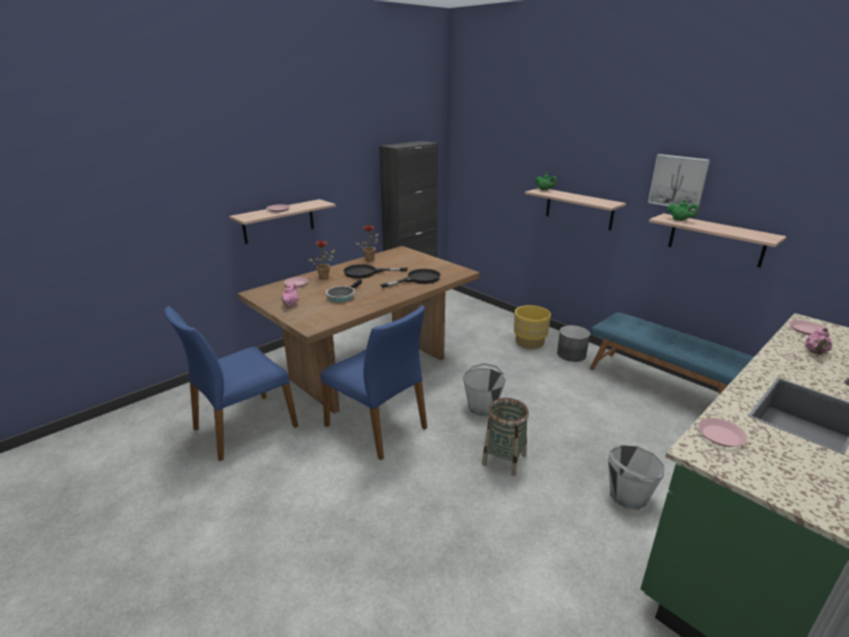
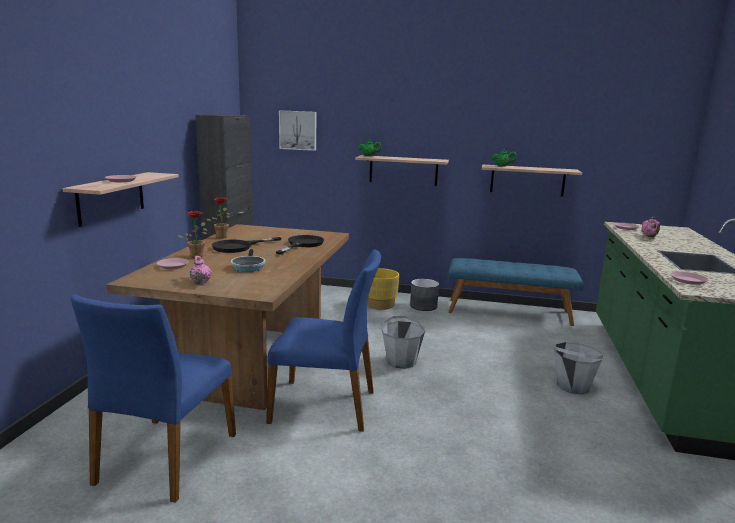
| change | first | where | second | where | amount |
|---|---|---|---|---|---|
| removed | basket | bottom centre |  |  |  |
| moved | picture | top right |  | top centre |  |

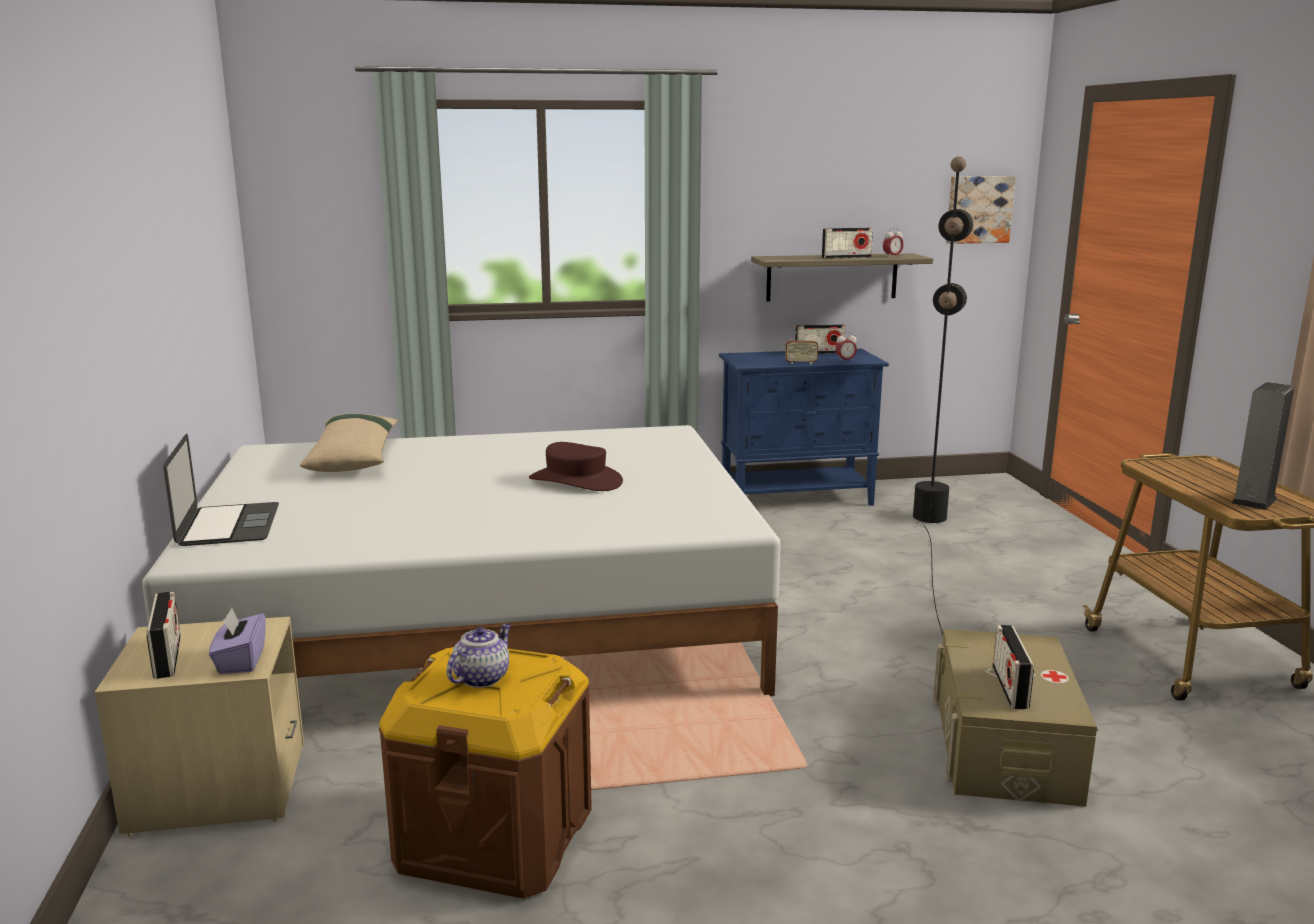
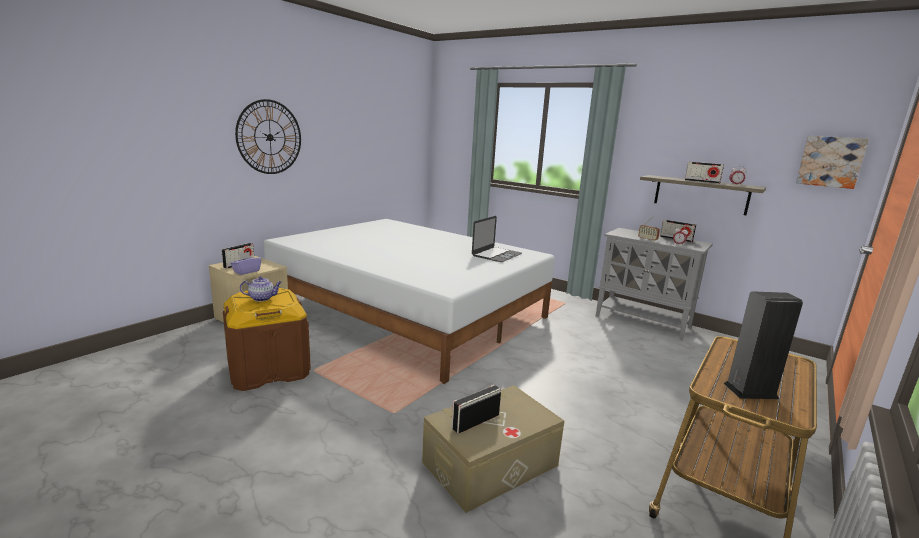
| change | first | where | second | where | amount |
|---|---|---|---|---|---|
| moved | laptop | middle left |  | centre |  |
| removed | pillow (beige) | middle left |  |  |  |
| removed | hat (brown) | centre |  |  |  |
| recoloured | cabinet (blue) | centre | cabinet (grey) | middle right |  |
| removed | floor lamp (black) | middle right |  |  |  |
| added |  |  | wall clock | top left |  |

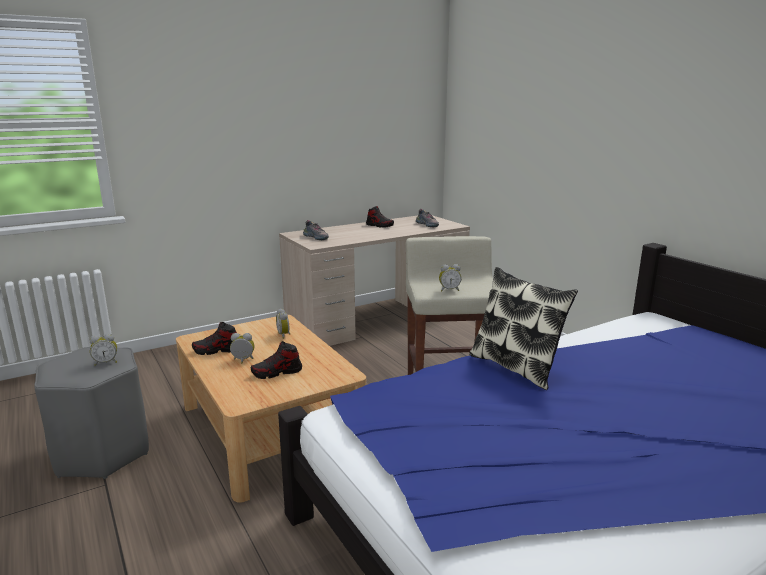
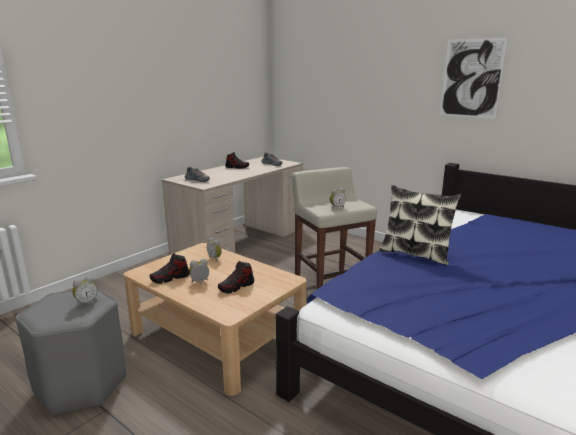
| change | first | where | second | where | amount |
|---|---|---|---|---|---|
| added |  |  | picture | top right |  |

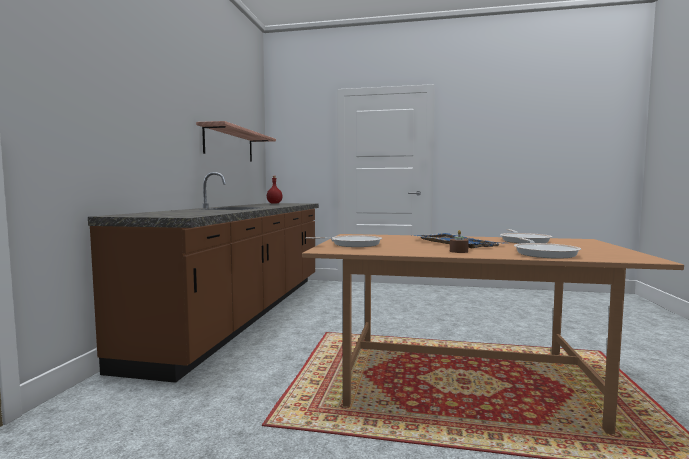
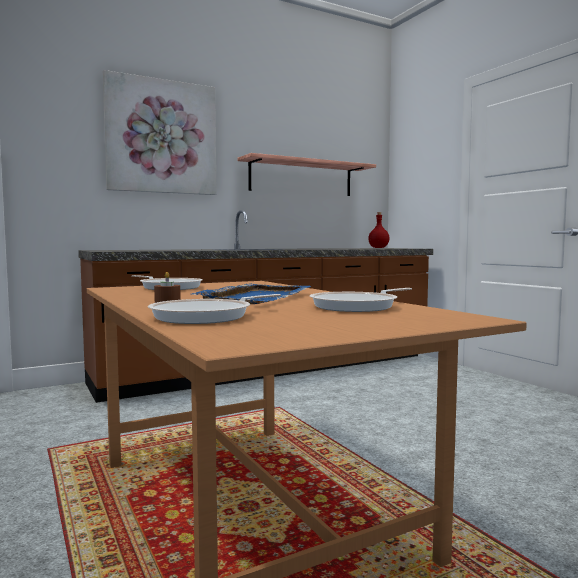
| change | first | where | second | where | amount |
|---|---|---|---|---|---|
| added |  |  | picture | top left |  |

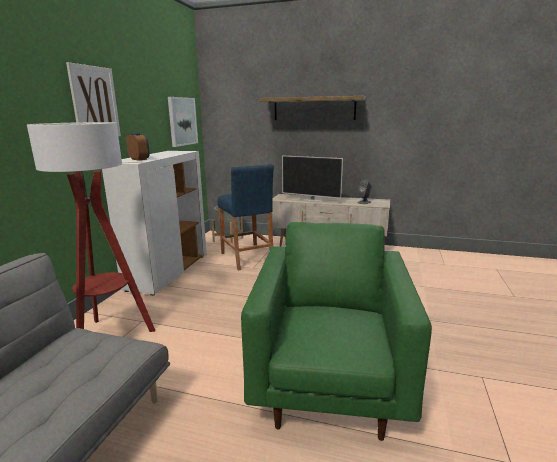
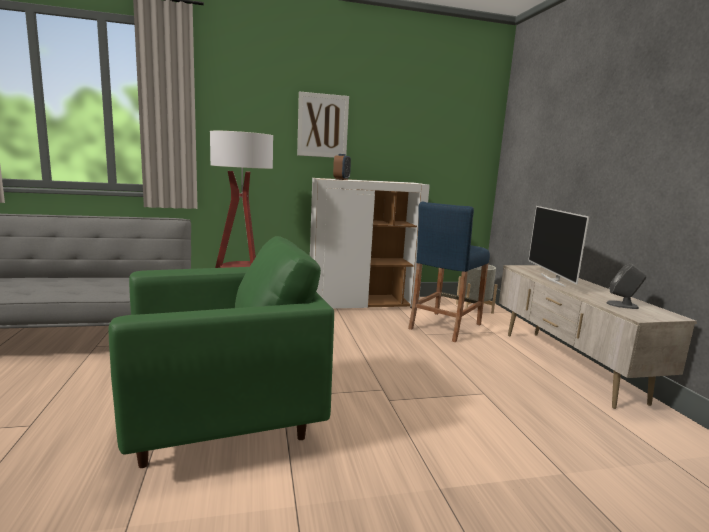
| change | first | where | second | where | amount |
|---|---|---|---|---|---|
| removed | picture (2nd from left) | top left |  |  |  |
| removed | shelf | top centre |  |  |  |

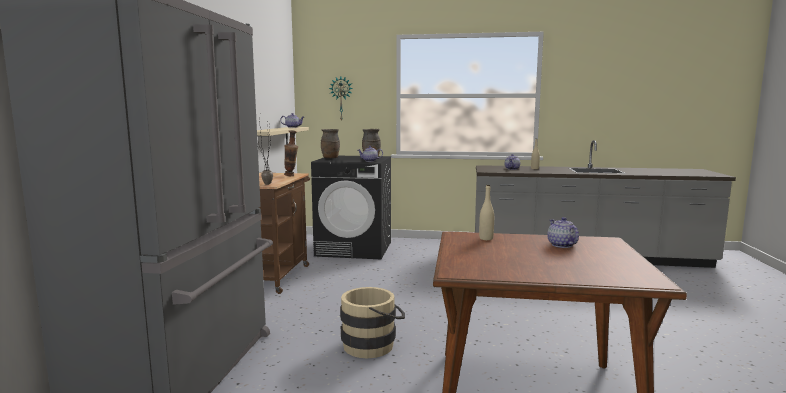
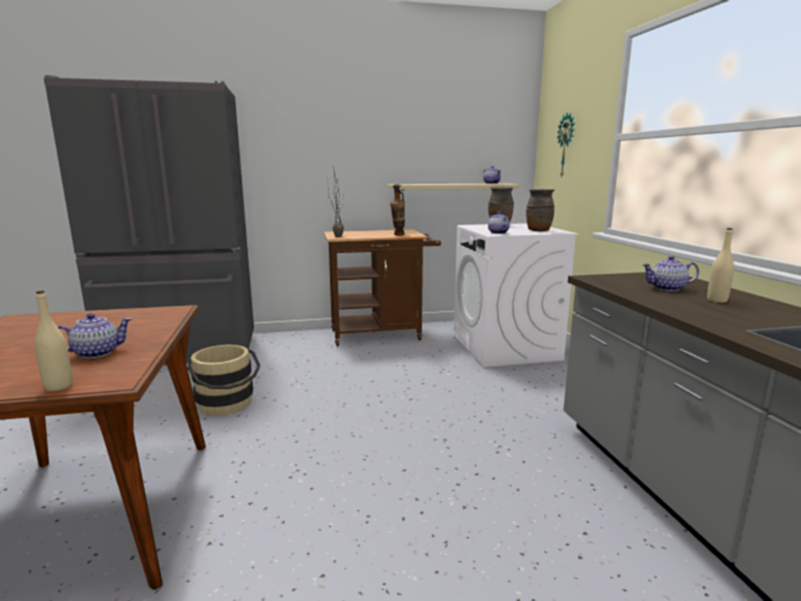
| change | first | where | second | where | amount |
|---|---|---|---|---|---|
| recoloured | washing machine (black) | centre | washing machine (white) | centre |  |
| moved | bottle (beige) (1st from left) | centre |  | middle left |  |

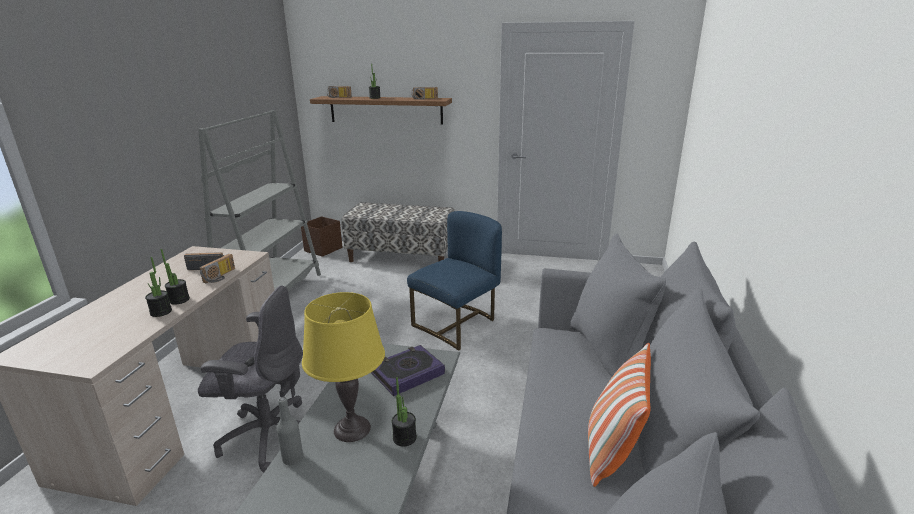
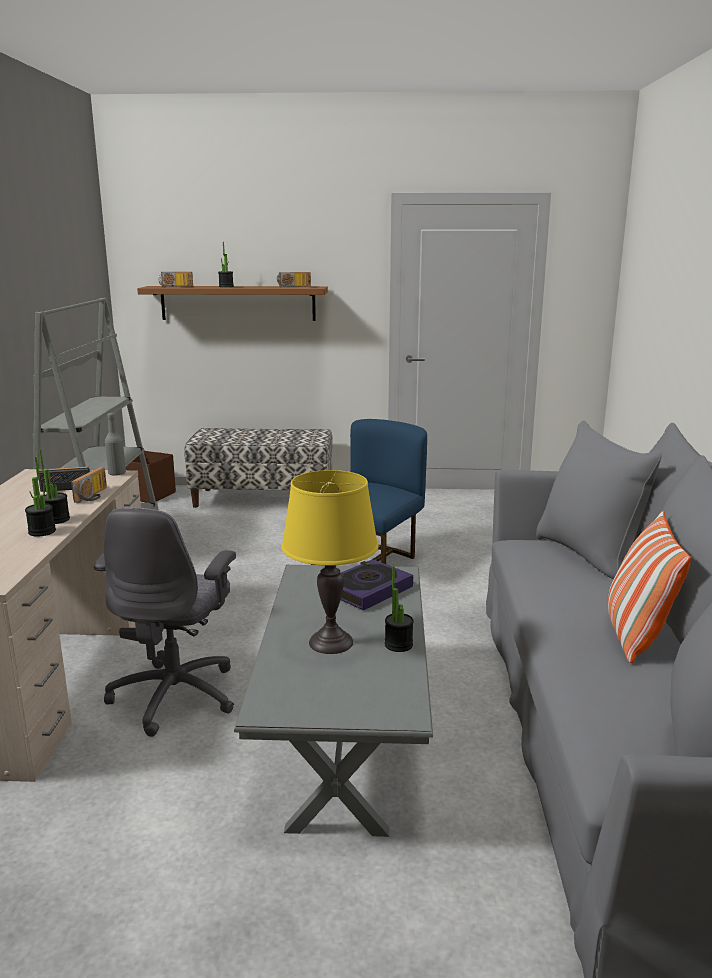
| change | first | where | second | where | amount |
|---|---|---|---|---|---|
| turned | office chair (grey) | bottom left |  | middle left | 105 degrees clockwise |
| moved | bottle (grey) | bottom left |  | middle left |  |

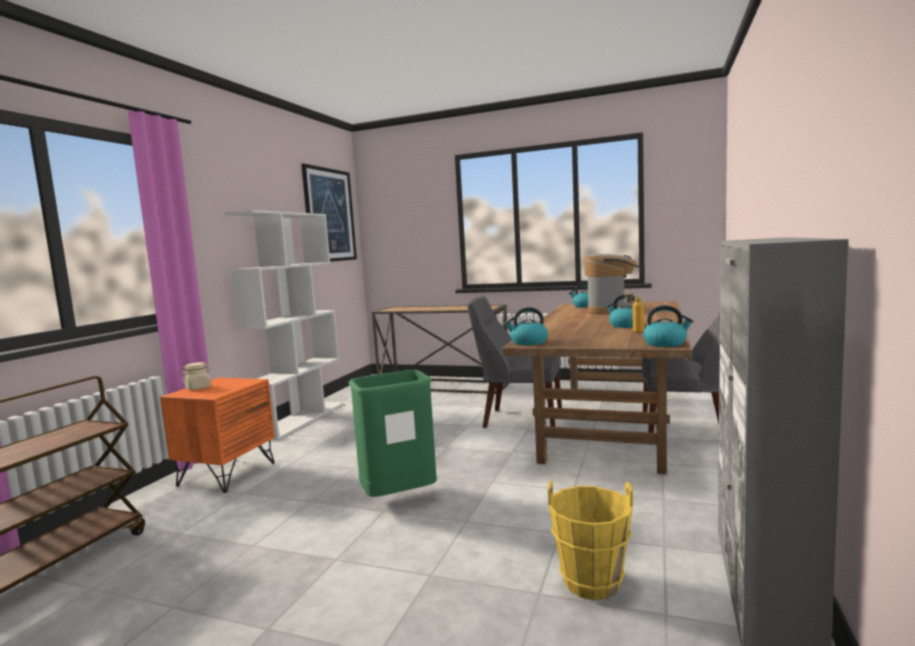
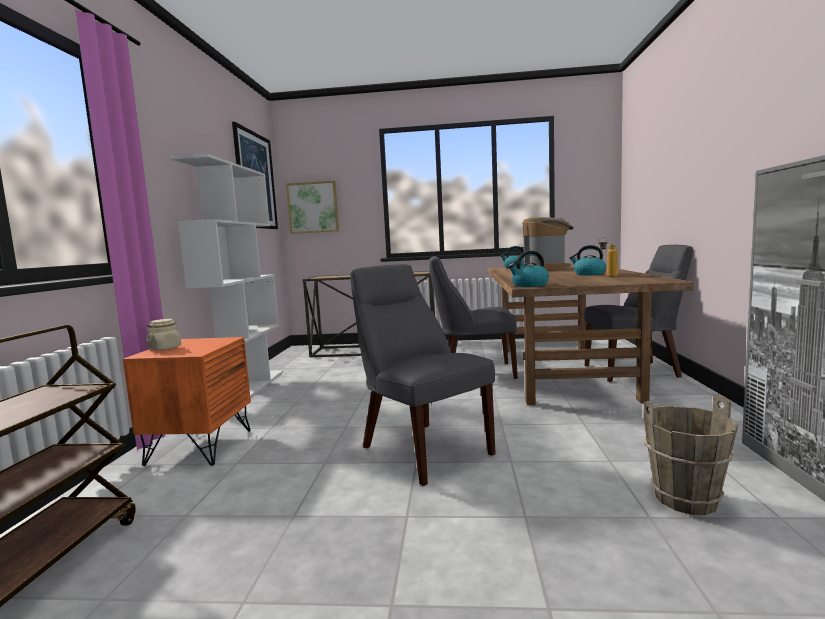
| change | first | where | second | where | amount |
|---|---|---|---|---|---|
| replaced | trash can (green) | bottom centre | chair (grey) (1st from left) | centre |  |
| recoloured | bucket (yellow) | bottom centre | bucket (brown) | bottom right |  |
| removed | kettle (4th from left) | middle right |  |  |  |
| added |  |  | picture (2nd from left) | centre |  |

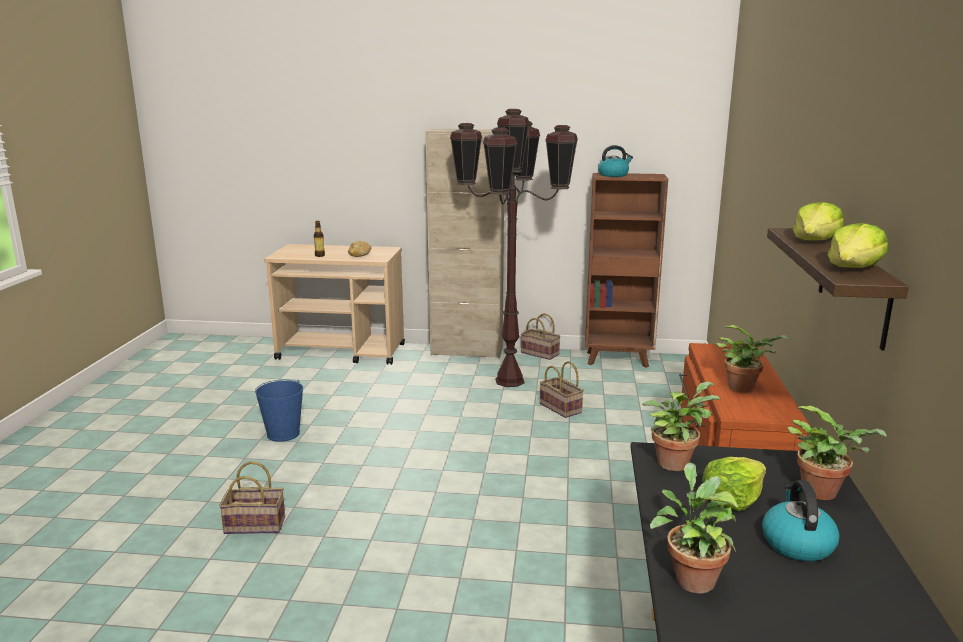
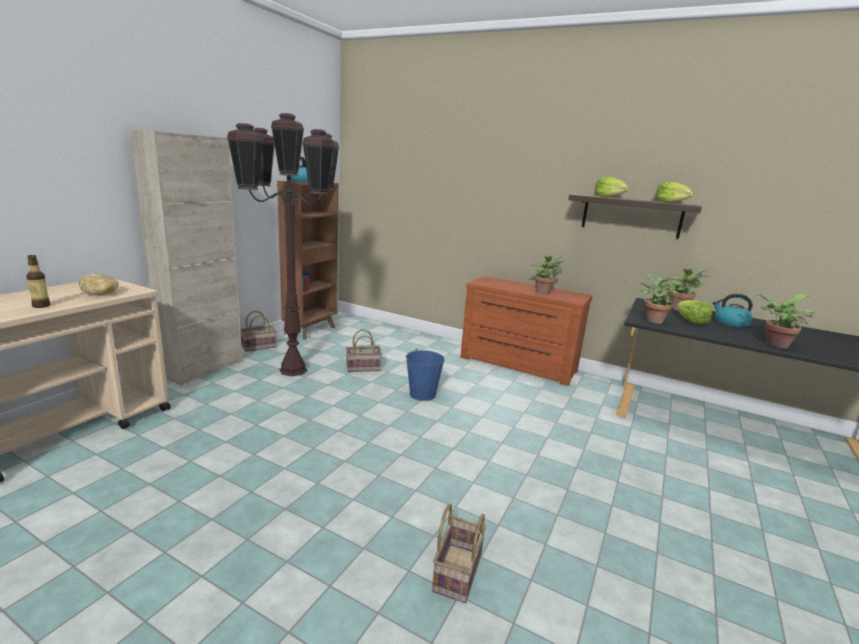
| change | first | where | second | where | amount |
|---|---|---|---|---|---|
| moved | bucket (blue) | middle left |  | centre |  |

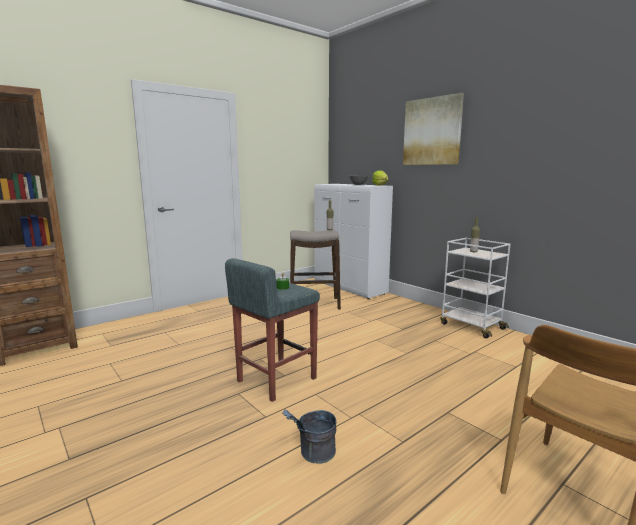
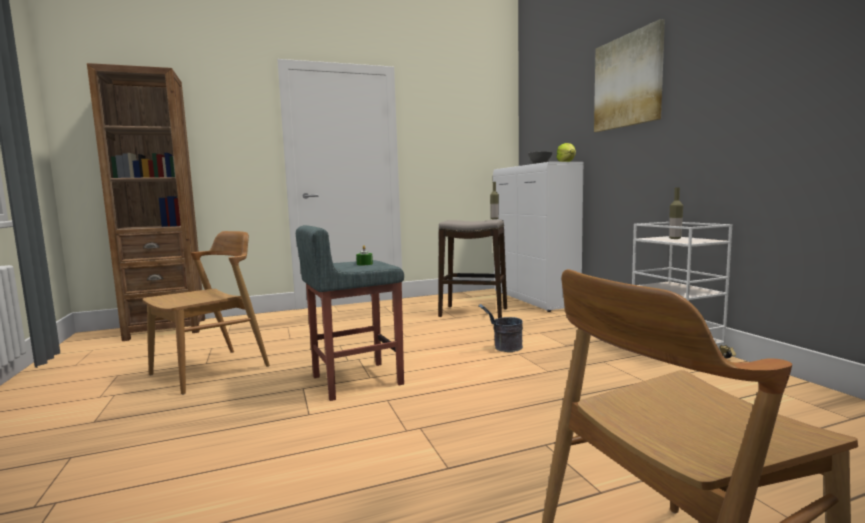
| change | first | where | second | where | amount |
|---|---|---|---|---|---|
| moved | bucket (grey) | bottom centre |  | centre |  |
| added |  |  | chair (brown) (1st from left) | middle left |  |

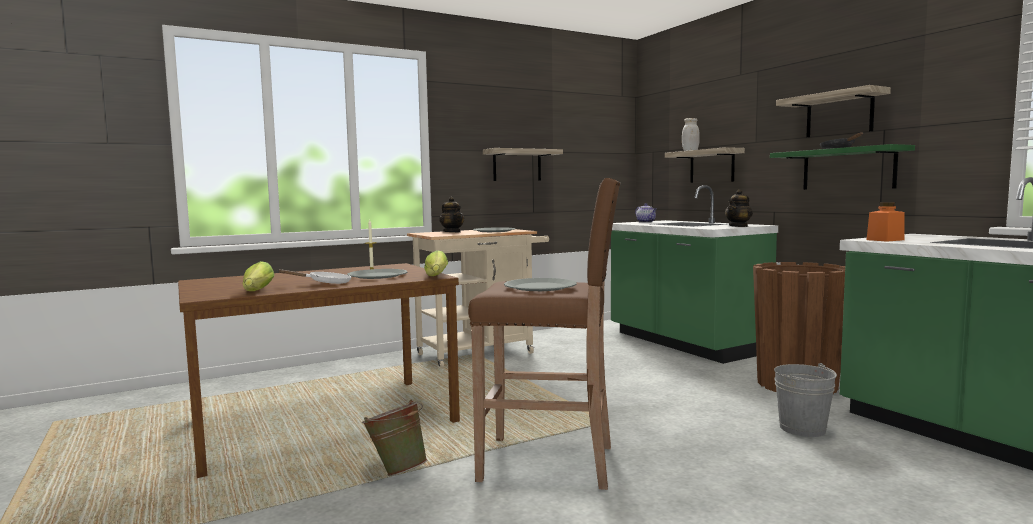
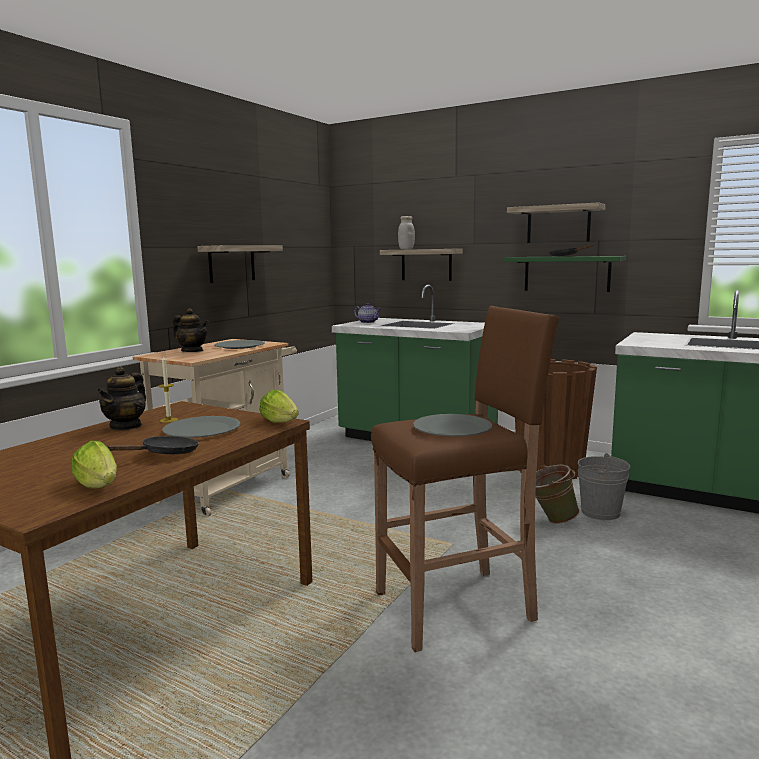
| change | first | where | second | where | amount |
|---|---|---|---|---|---|
| recoloured | frying pan (white) | middle left | frying pan (black) (1st from left) | middle left |  |
| moved | bucket (green) | bottom centre |  | middle right |  |
| moved | teapot (3rd from left in the first image) | middle right | teapot (1st from left) | middle left |  |
| removed | jar (orange) | middle right |  |  |  |

